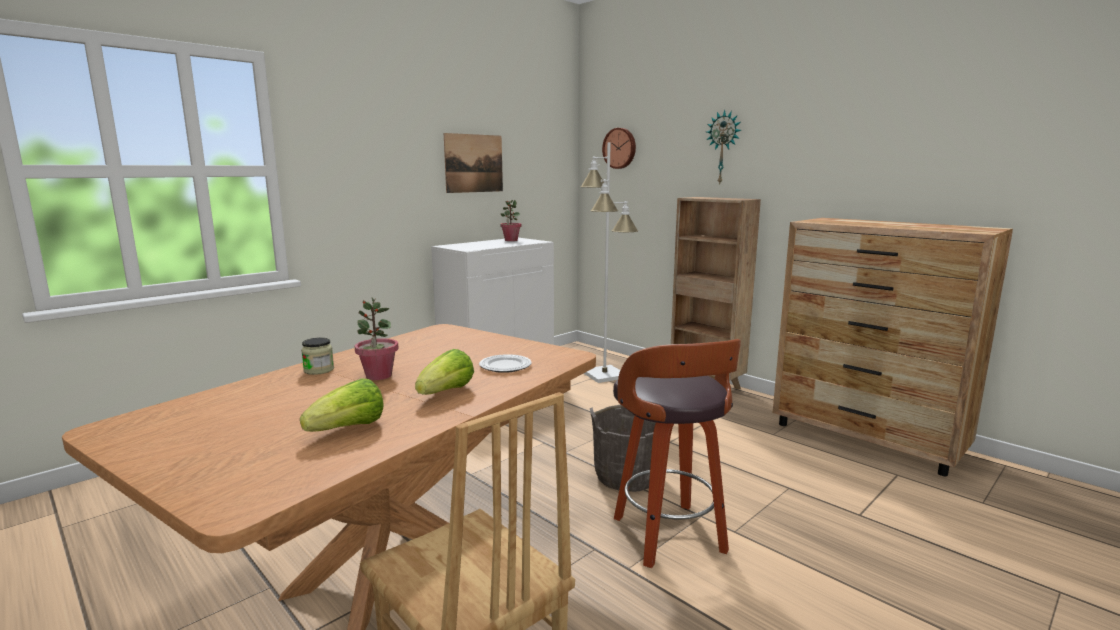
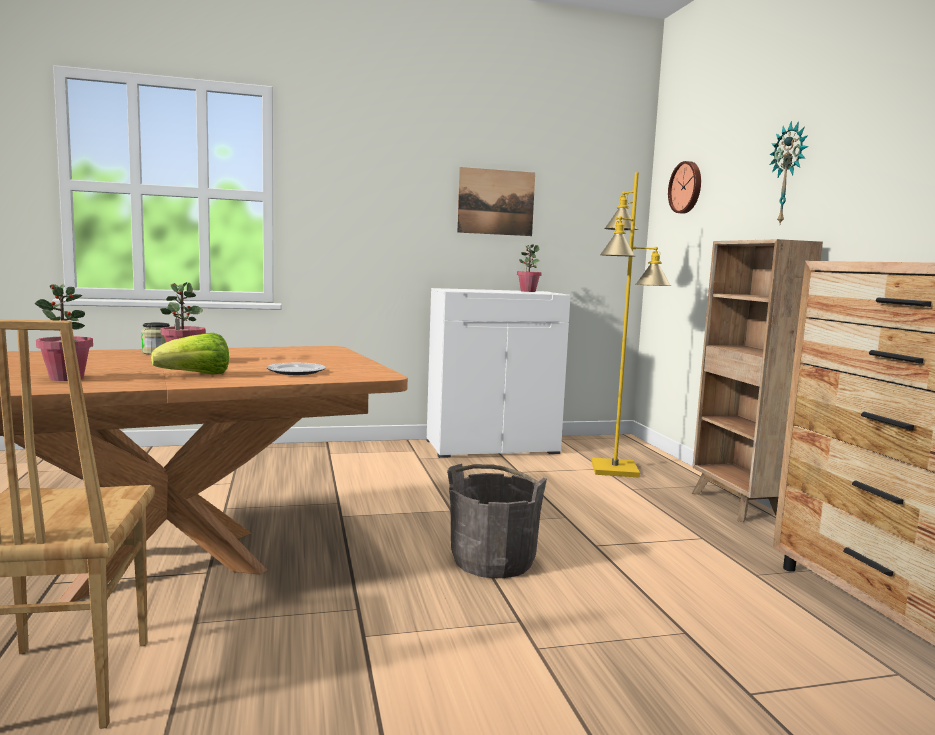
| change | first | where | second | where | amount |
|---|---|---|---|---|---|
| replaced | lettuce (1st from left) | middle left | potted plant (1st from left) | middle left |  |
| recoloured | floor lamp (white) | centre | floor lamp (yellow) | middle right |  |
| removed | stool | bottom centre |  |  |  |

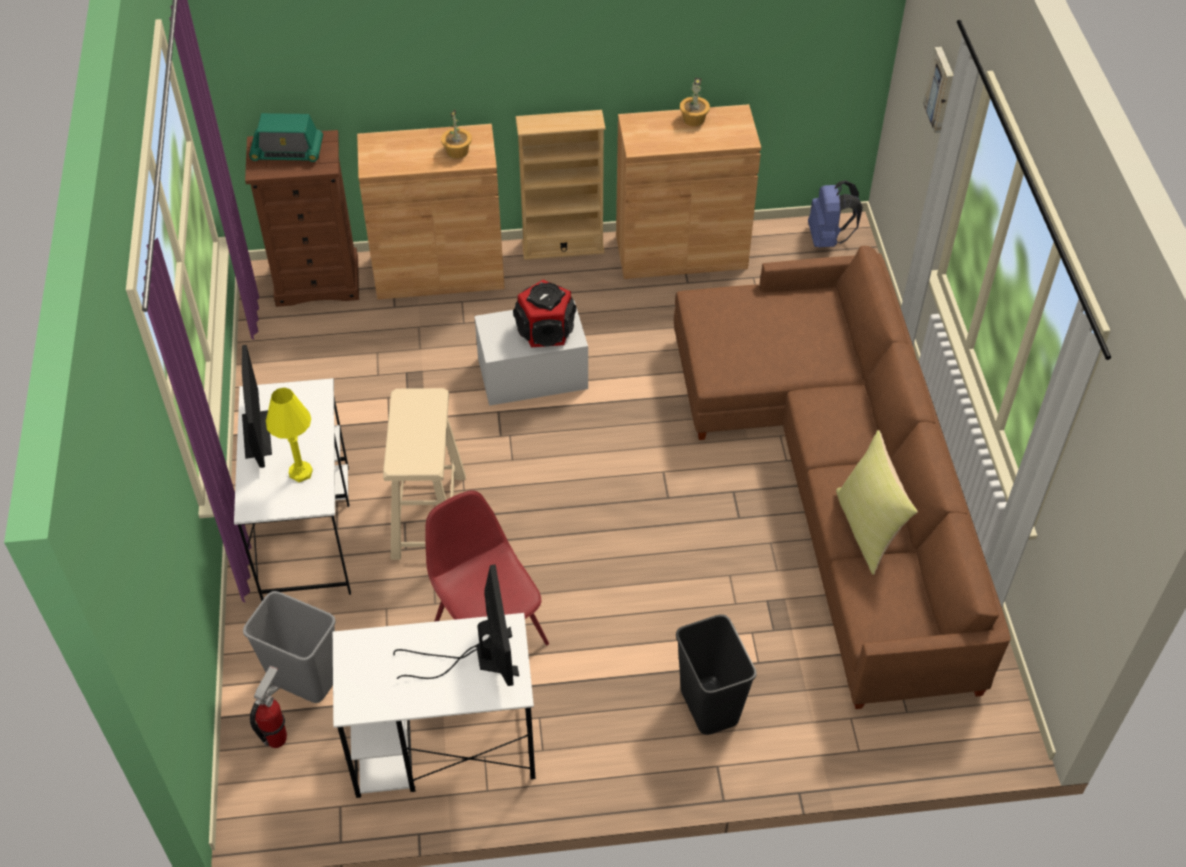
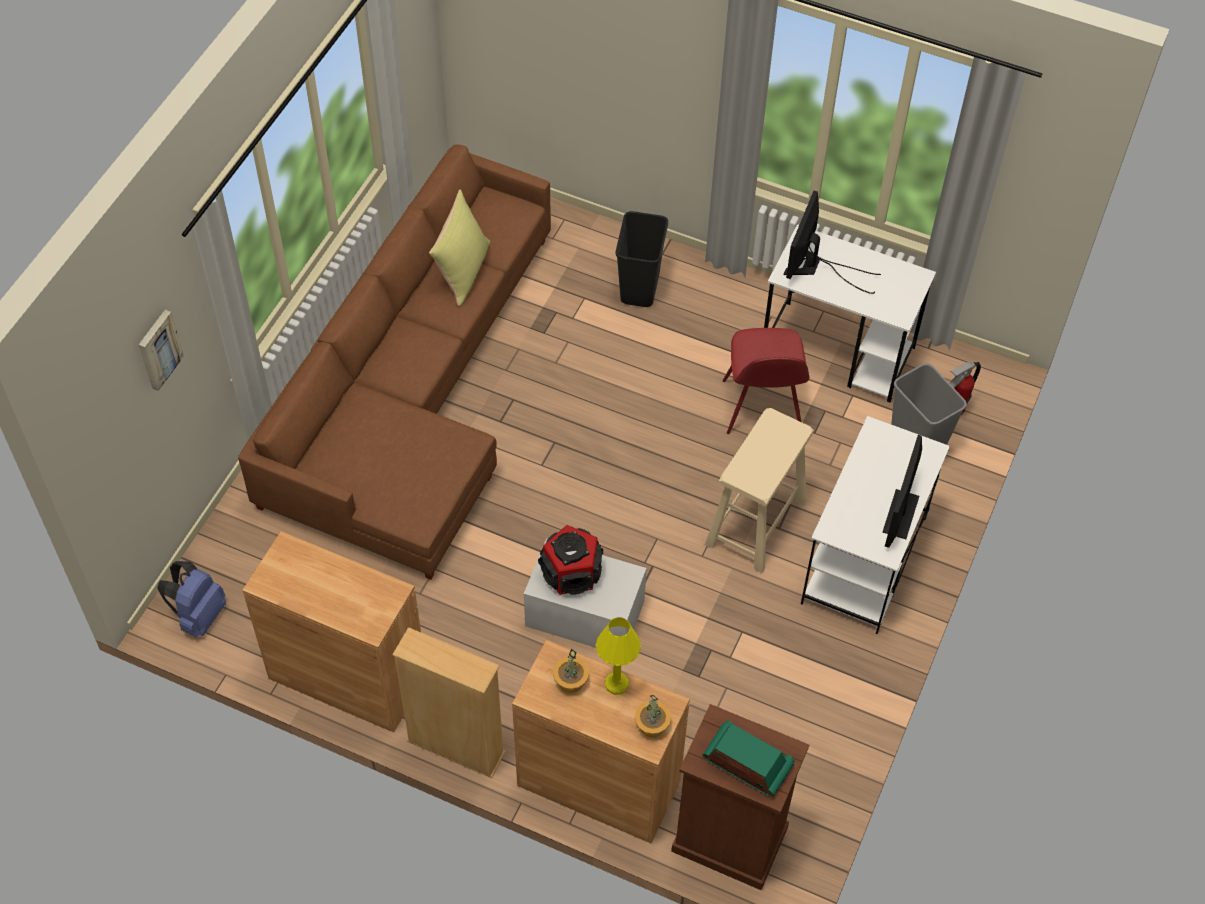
| change | first | where | second | where | amount |
|---|---|---|---|---|---|
| moved | table lamp (yellow) | middle left |  | bottom centre |  |
| moved | potted plant (2nd from left) | top centre |  | bottom centre |  |

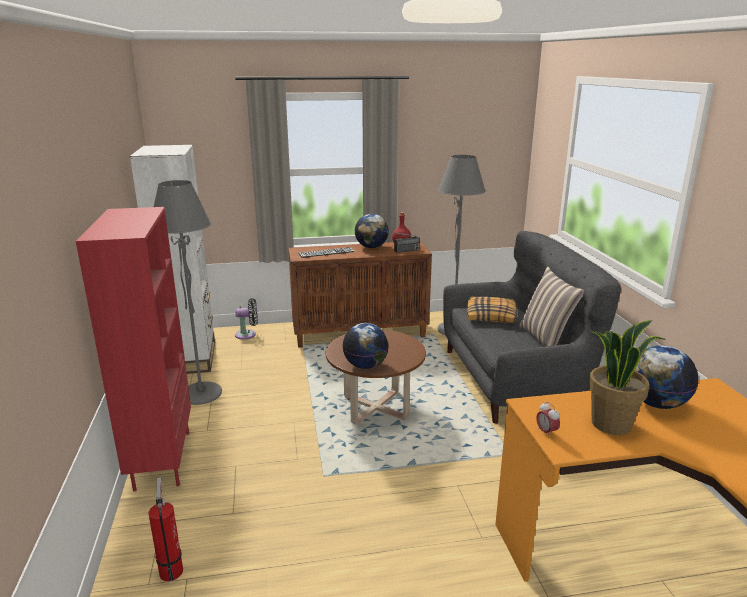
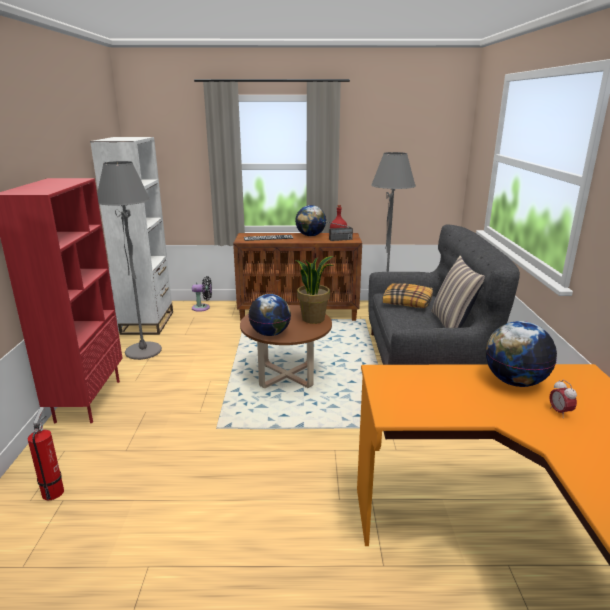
| change | first | where | second | where | amount |
|---|---|---|---|---|---|
| moved | alarm clock | bottom right |  | middle right |  |
| moved | potted plant | middle right |  | centre |  |

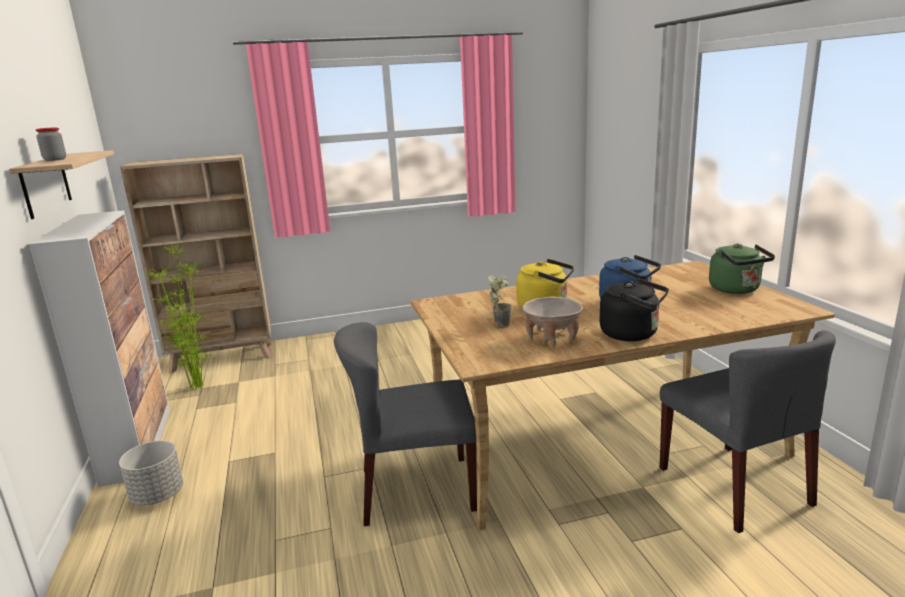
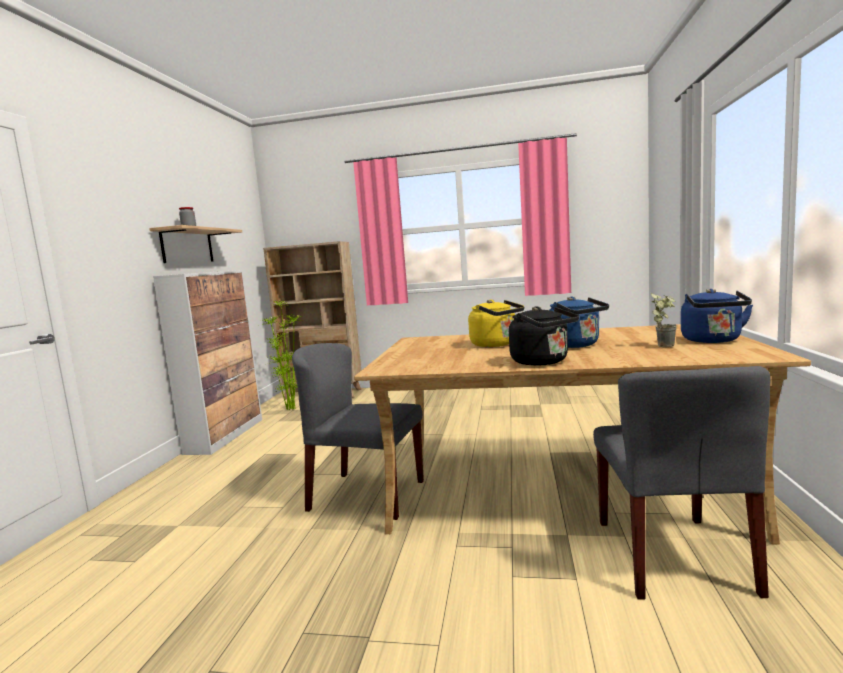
| change | first | where | second | where | amount |
|---|---|---|---|---|---|
| removed | planter (grey) | bottom left |  |  |  |
| moved | potted plant (2nd from left) | centre |  | middle right |  |
| removed | bowl (beige) | centre |  |  |  |
| recoloured | kettle (green) | middle right | kettle (blue) (2nd from left) | middle right |  |

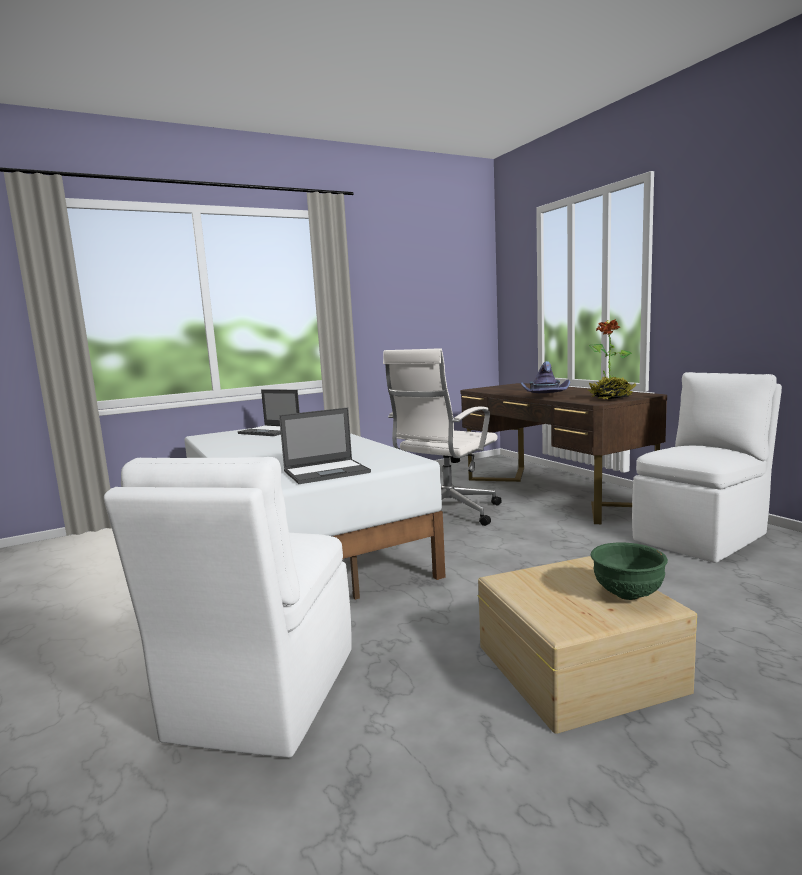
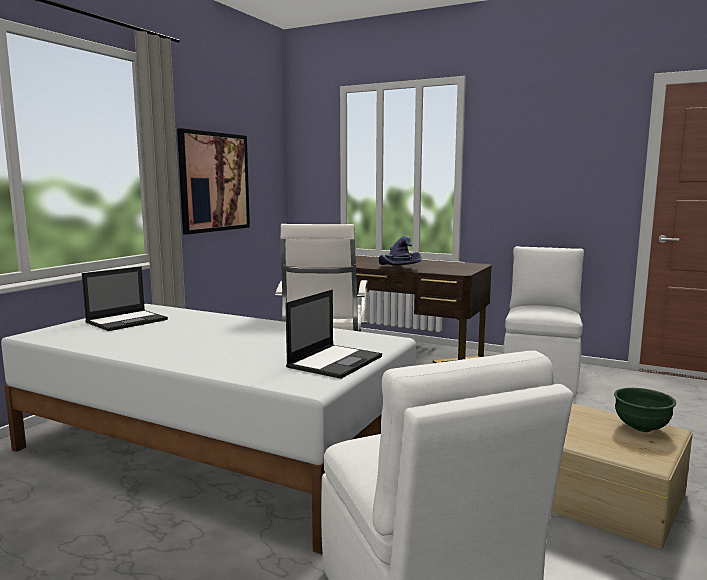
| change | first | where | second | where | amount |
|---|---|---|---|---|---|
| turned | laptop (1st from left) | centre |  | middle left | 45 degrees counterclockwise |
| removed | potted plant | middle right |  |  |  |
| added |  |  | picture | top left |  |

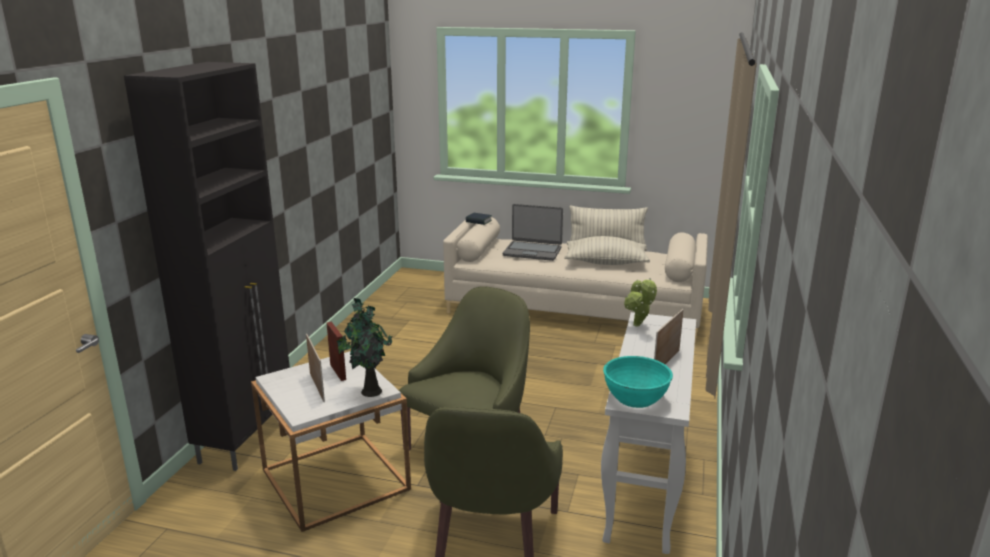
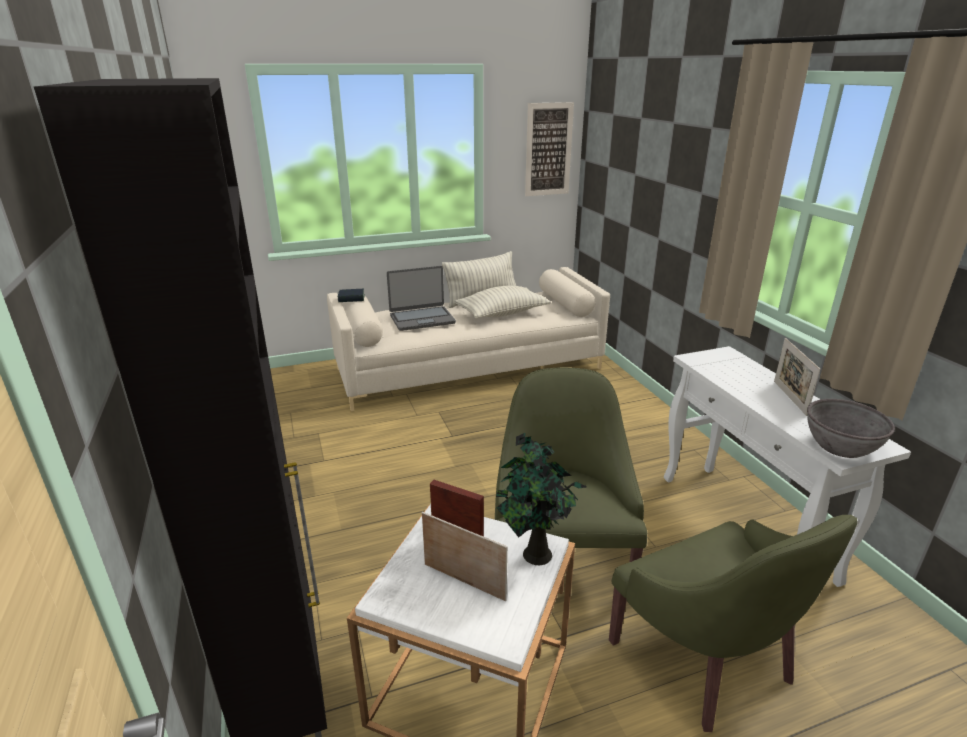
| change | first | where | second | where | amount |
|---|---|---|---|---|---|
| recoloured | bowl (turquoise) | bottom centre | bowl (grey) | middle right |  |
| removed | potted plant (2nd from left) | centre |  |  |  |
| added |  |  | picture | top centre |  |

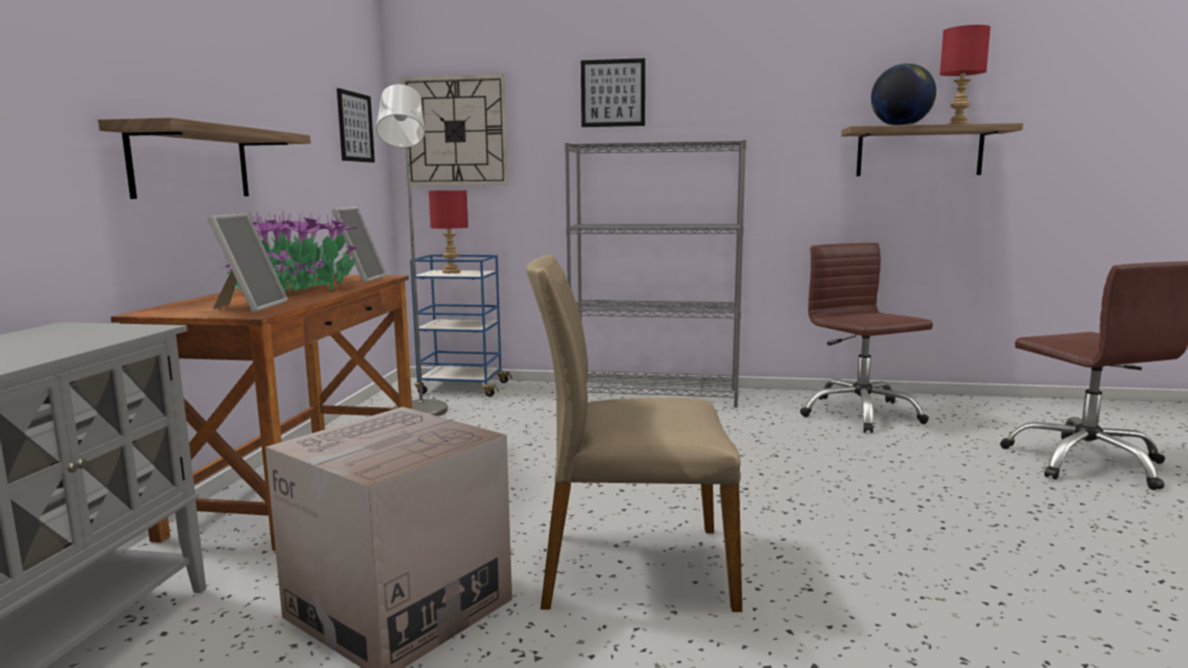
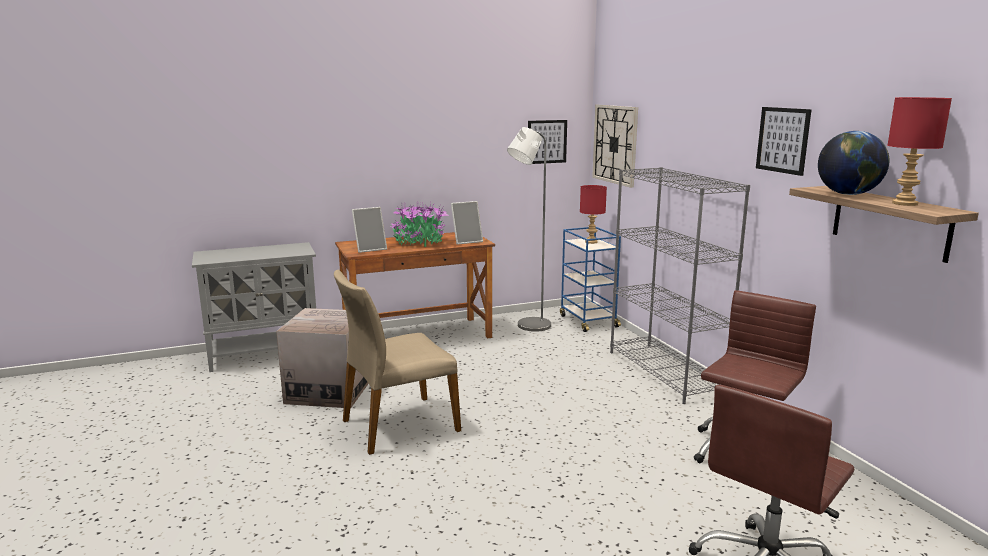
| change | first | where | second | where | amount |
|---|---|---|---|---|---|
| removed | shelf (1st from left) | top left |  |  |  |
| turned | chair (beige) | centre |  | centre | 90 degrees counterclockwise |
| moved | picture (2nd from left) | top centre |  | top right |  |

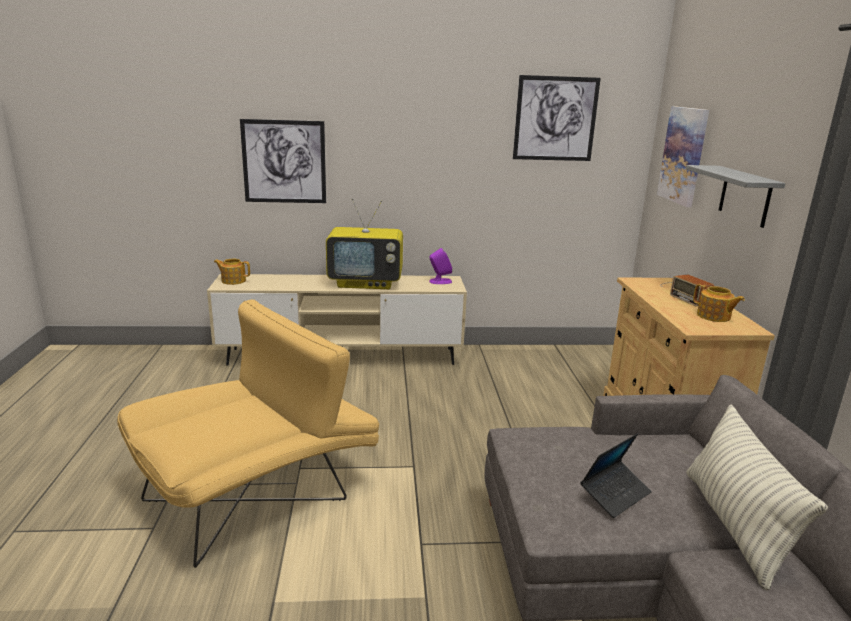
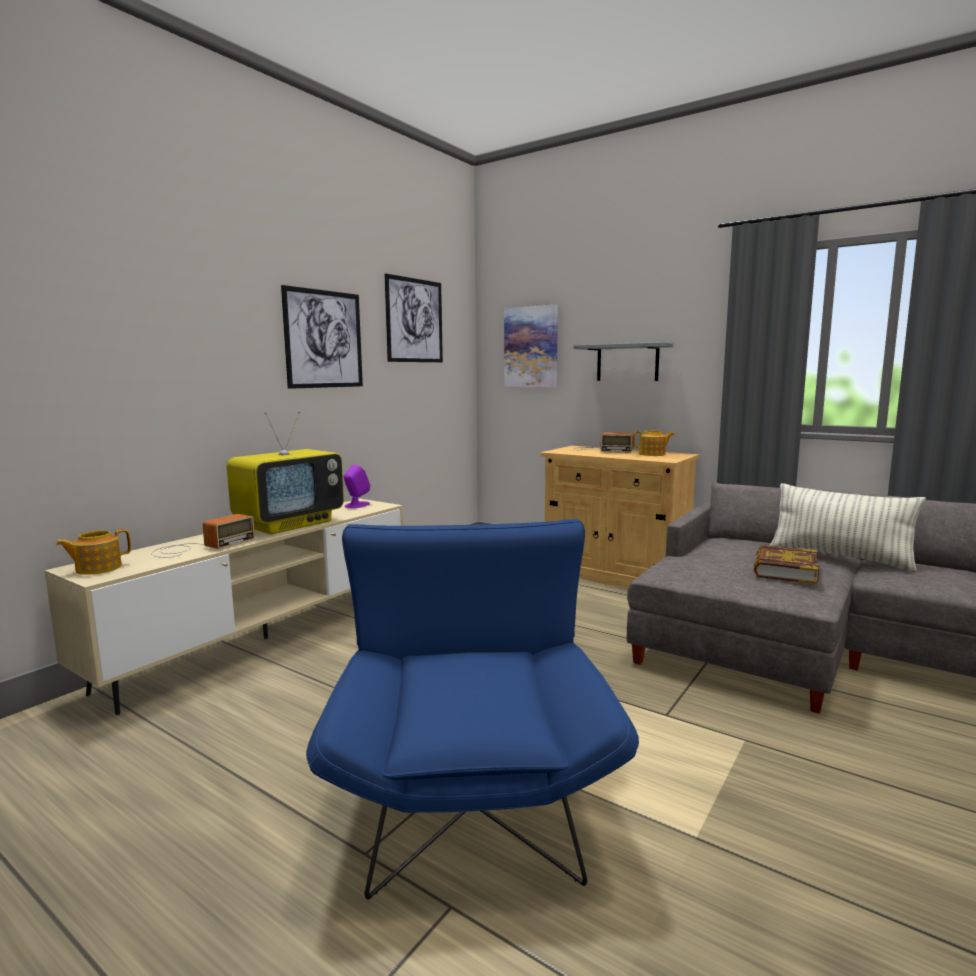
| change | first | where | second | where | amount |
|---|---|---|---|---|---|
| recoloured | armchair (yellow) | bottom left | armchair (blue) | bottom centre |  |
| moved | picture (1st from left) | top left |  | middle left |  |
| replaced | laptop | bottom right | book | middle right |  |
| added |  |  | radio (1st from left) | middle left |  |

